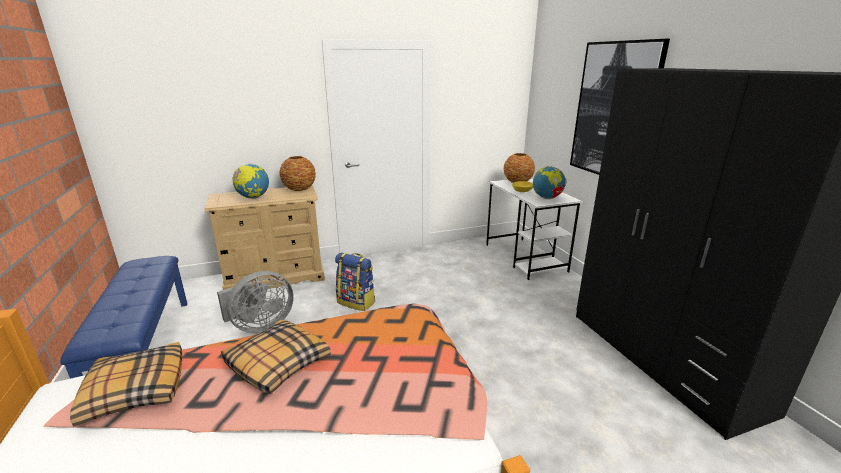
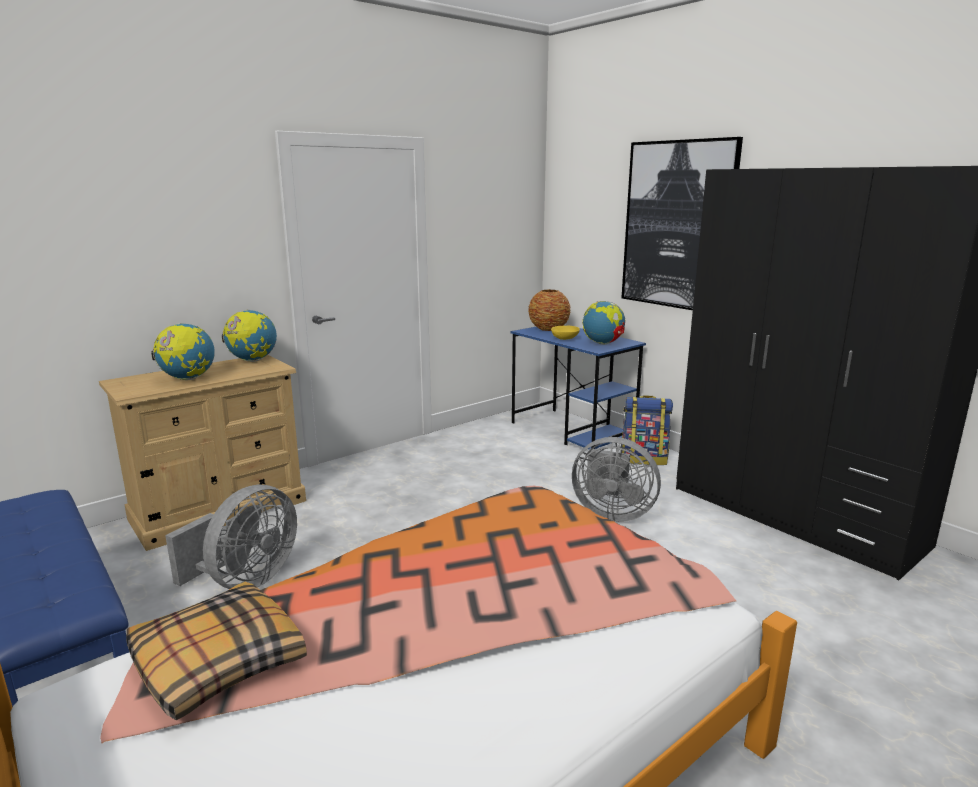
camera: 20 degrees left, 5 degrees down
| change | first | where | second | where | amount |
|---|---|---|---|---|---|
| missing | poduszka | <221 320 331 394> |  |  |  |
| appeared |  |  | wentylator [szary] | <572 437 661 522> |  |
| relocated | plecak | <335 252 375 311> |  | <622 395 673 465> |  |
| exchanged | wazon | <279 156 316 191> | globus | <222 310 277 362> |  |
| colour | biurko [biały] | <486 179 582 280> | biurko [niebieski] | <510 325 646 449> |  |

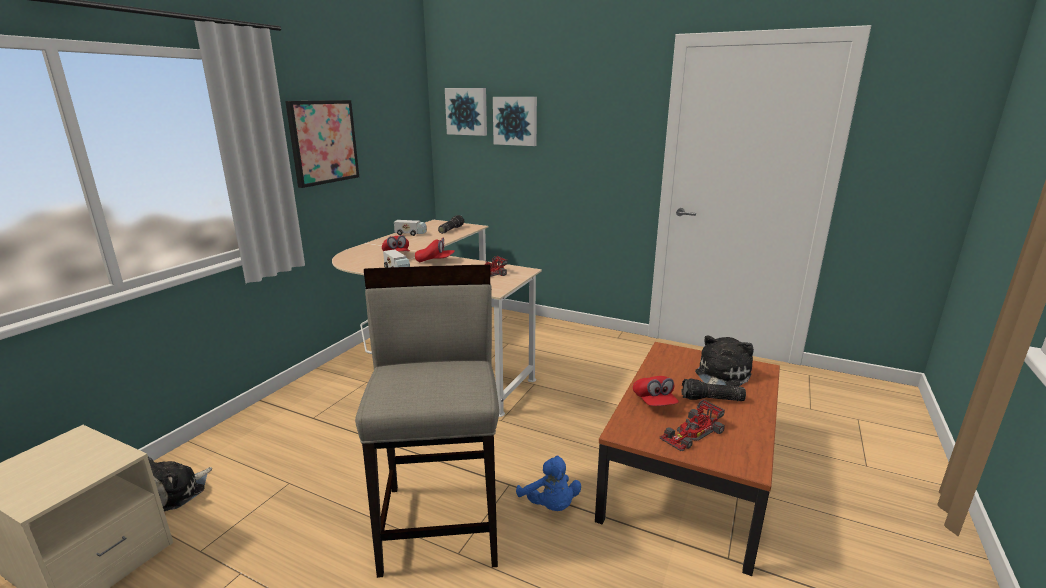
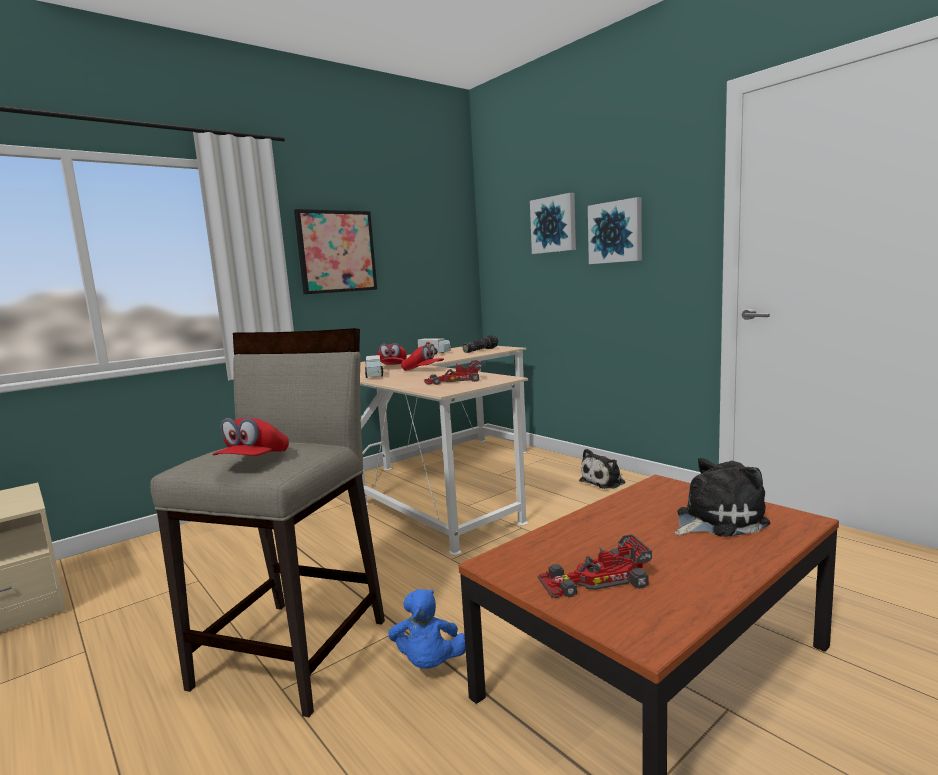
camera: 25 degrees right, 10 degrees down
| change | first | where | second | where | amount |
|---|---|---|---|---|---|
| missing | latarka | <681 378 746 401> |  |  |  |
| relocated | pluszak | <148 457 212 512> |  | <579 449 626 489> |  |
| relocated | obraz | <445 88 487 136> |  | <588 197 642 264> |  |
| relocated | czapka z daszkiem [czerwony] | <633 376 679 406> |  | <213 418 289 456> |  |

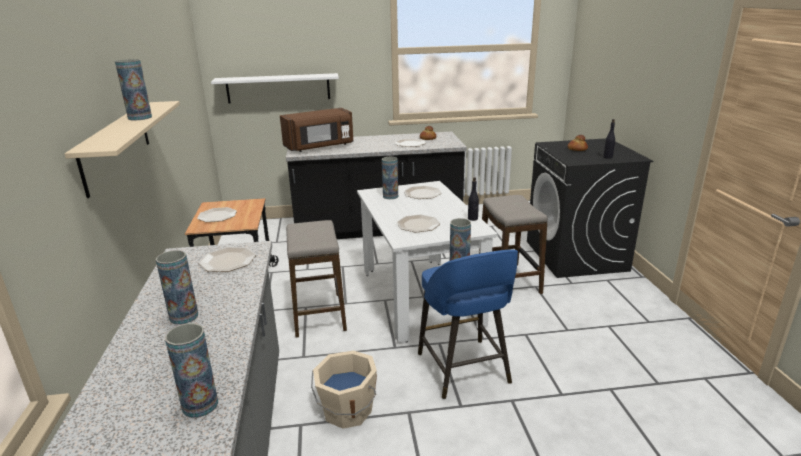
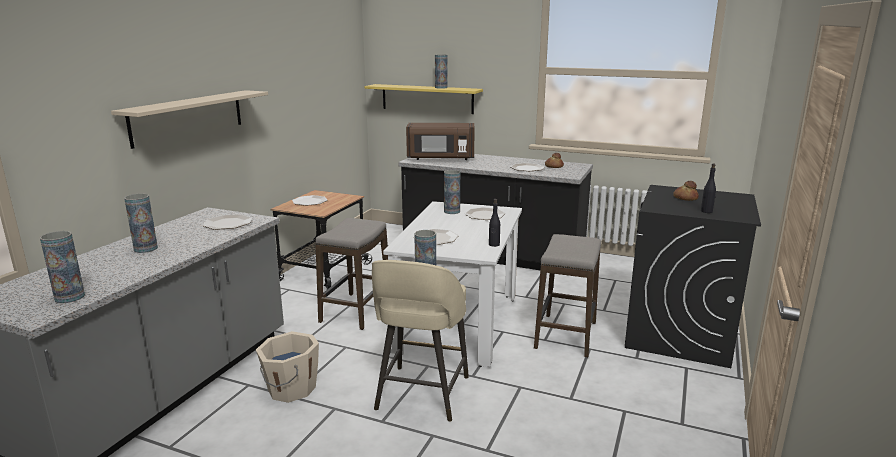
camera: 30 degrees right, 5 degrees down
| change | first | where | second | where | amount |
|---|---|---|---|---|---|
| relocated | wazon | <115 59 152 121> |  | <435 54 448 89> |  |
| colour | półka [biały] | <211 73 339 104> | półka [żółty] | <365 84 483 114> |  |
| colour | stołek [niebieski] | <418 250 518 399> | stołek [beżowy] | <372 260 469 422> |  |

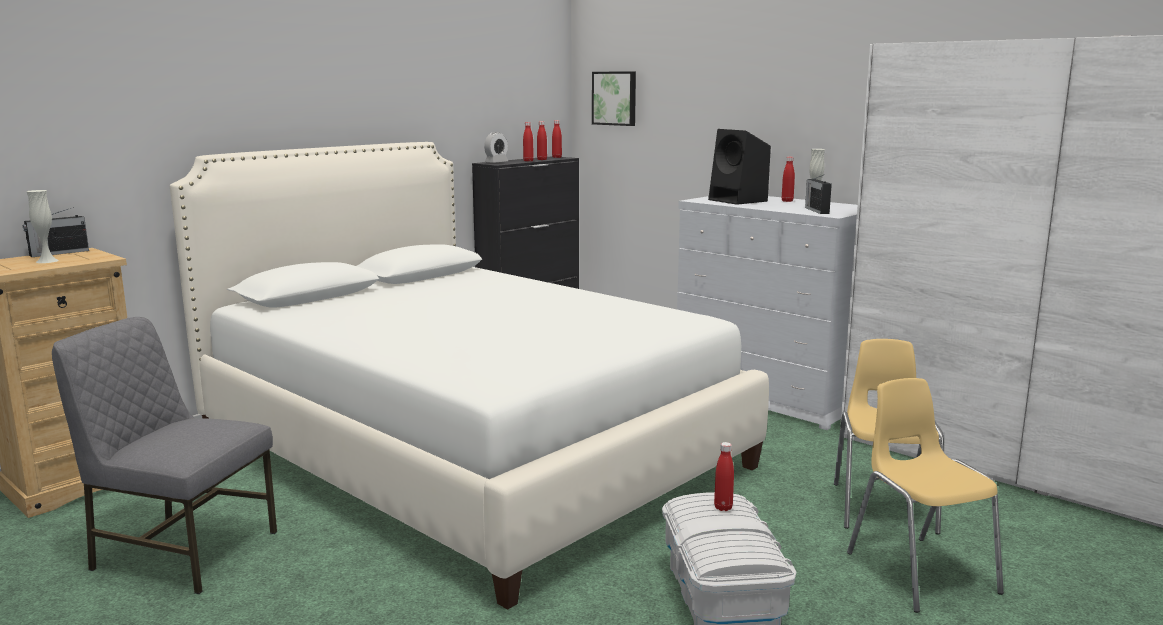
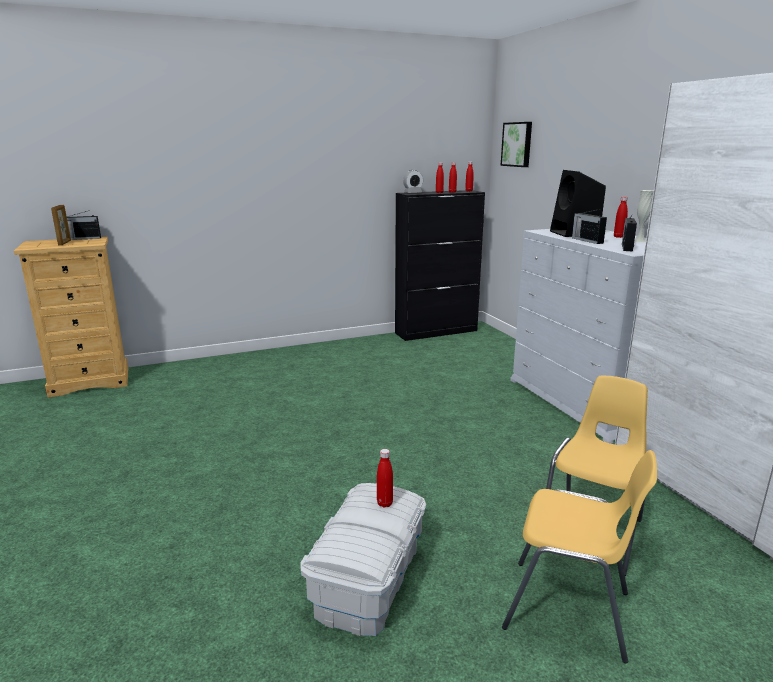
camera: 25 degrees right, 5 degrees up
| change | first | where | second | where | amount |
|---|---|---|---|---|---|
| missing | krzesło [szary] | <52 317 277 594> |  |  |  |
| missing | łóżko [biały] | <170 142 769 610> |  |  |  |
| appeared |  |  | radio | <572 209 607 244> |  |
| exchanged | wazon [biały] | <26 190 59 263> | ramka na zdjęcie | <51 205 71 246> |  |
| spun | krzesło [żółty] | <847 378 1004 613> |  | <502 450 657 663> | 105 degrees clockwise |

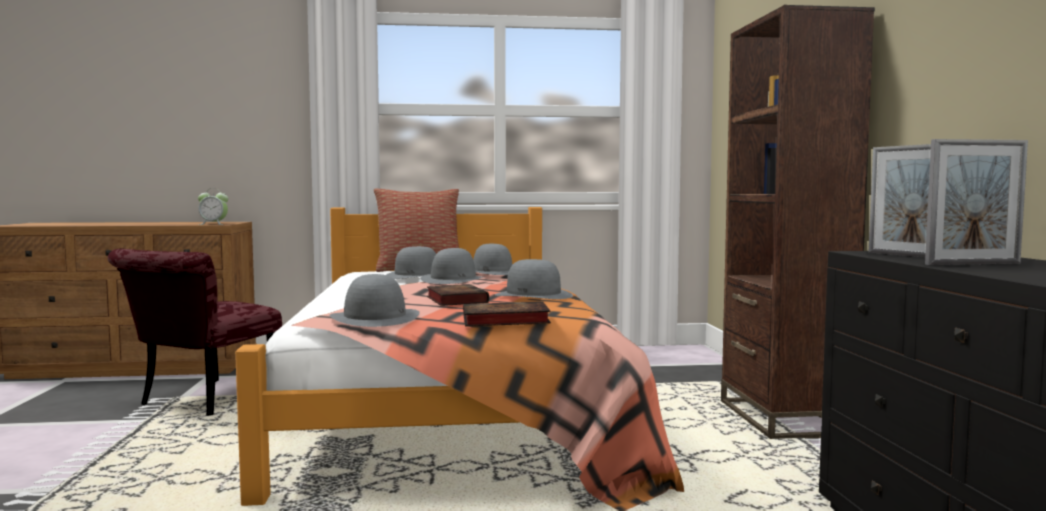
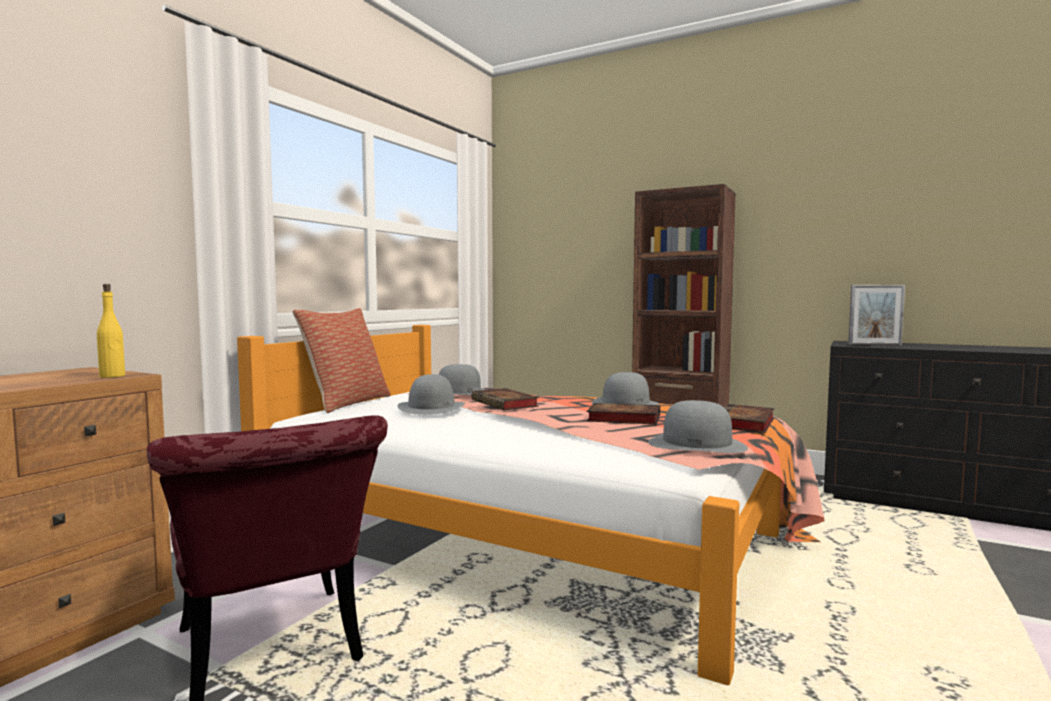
camera: 55 degrees left, 0 degrees up
| change | first | where | second | where | amount |
|---|---|---|---|---|---|
| missing | ramka na zdjęcie | <925 139 1028 265> |  |  |  |
| exchanged | budzik | <198 188 228 225> | butelka [żółty] | <97 284 125 378> |  |
| exchanged | kapelusz [szary] | <421 248 485 284> | książka | <472 388 539 410> |  |

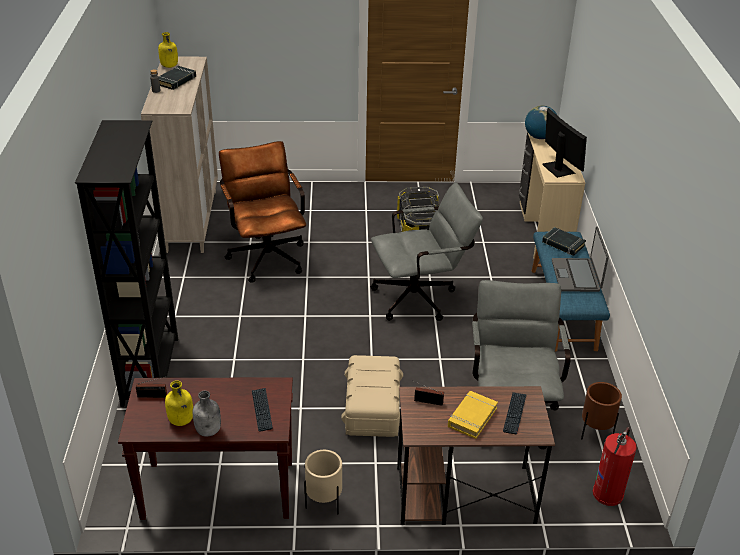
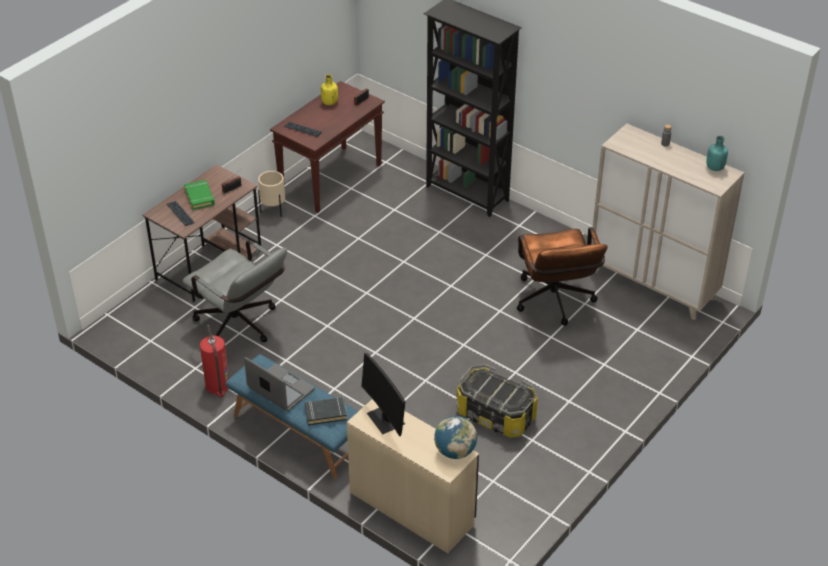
camera: 130 degrees right, 5 degrees up
| change | first | where | second | where | amount |
|---|---|---|---|---|---|
| missing | książka [czarny] | <159 66 196 90> |  |  |  |
| missing | butelka [szary] | <193 391 221 437> |  |  |  |
| missing | pojemnik do przechowywania [beżowy] | <341 355 403 437> |  |  |  |
| missing | krzesło biurowe [szary] | <371 182 483 321> |  |  |  |
| missing | donica [brązowy] | <581 382 622 439> |  |  |  |
| relocated | gaśnica | <593 427 637 506> |  | <200 325 229 397> |  |
| colour | butelka [żółty] | <158 32 178 68> | butelka [turkusowy] | <706 136 728 171> |  |
| colour | książka [żółty] | <448 391 498 439> | książka [zielony] | <184 180 215 210> |  |
| spun | krzesło biurowe [brązowy] | <219 141 306 283> |  | <517 227 607 326> | 60 degrees clockwise |
| spun | monitor | <543 108 587 178> |  | <361 353 406 436> | 45 degrees clockwise |

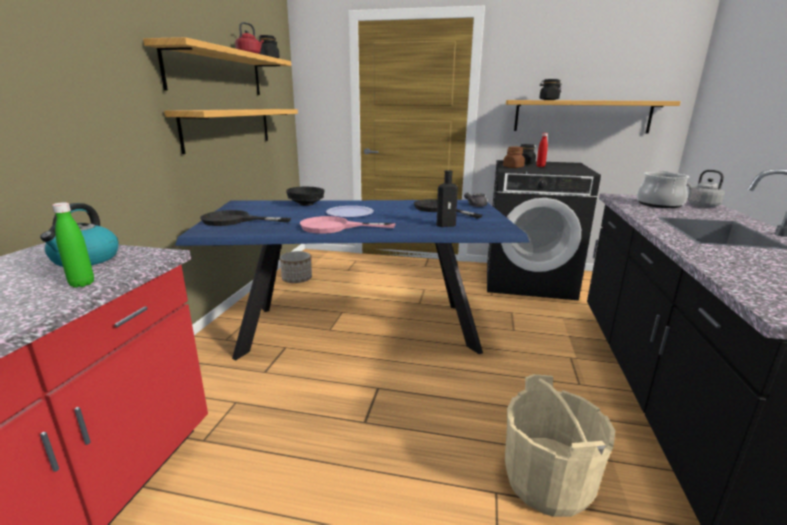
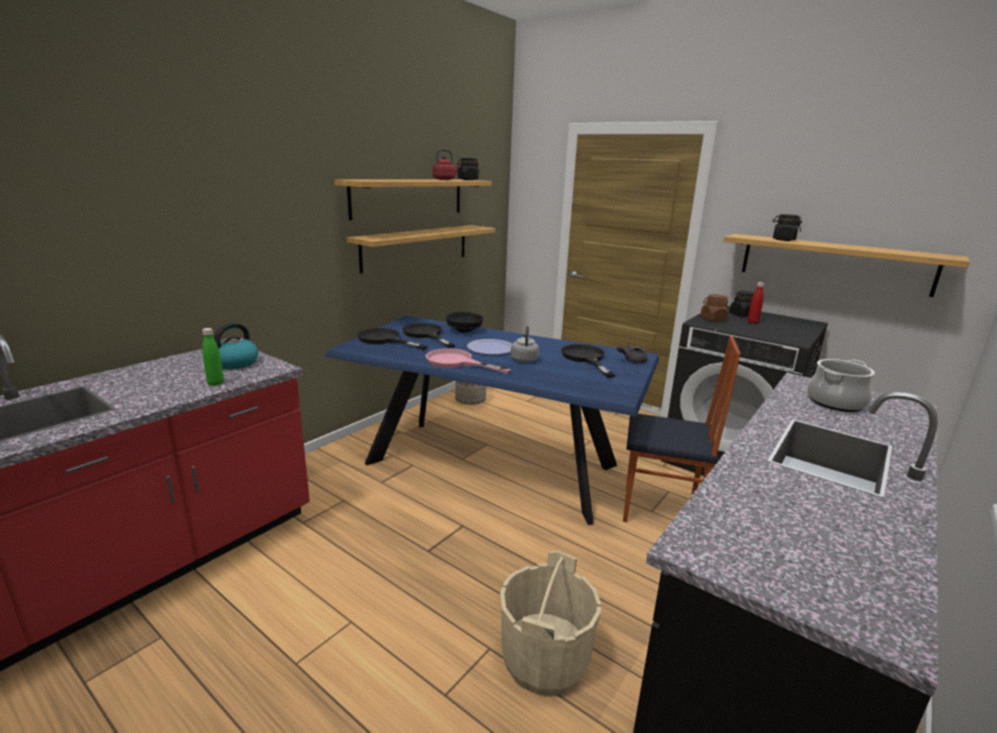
camera: 25 degrees right, 0 degrees up
| change | first | where | second | where | amount |
|---|---|---|---|---|---|
| missing | butelka [czarny] | <437 170 458 227> |  |  |  |
| appeared |  |  | patelnia [czarny] | <402 323 455 348> |  |
| appeared |  |  | krzesło | <623 336 741 522> |  |
| relocated | czajnik [szary] | <687 170 724 207> |  | <511 326 539 362> |  |

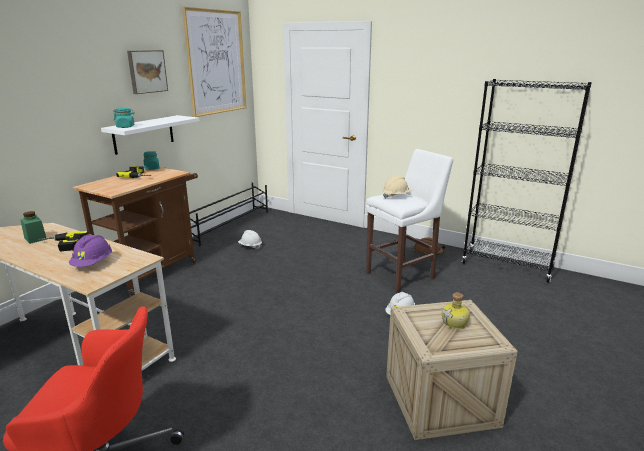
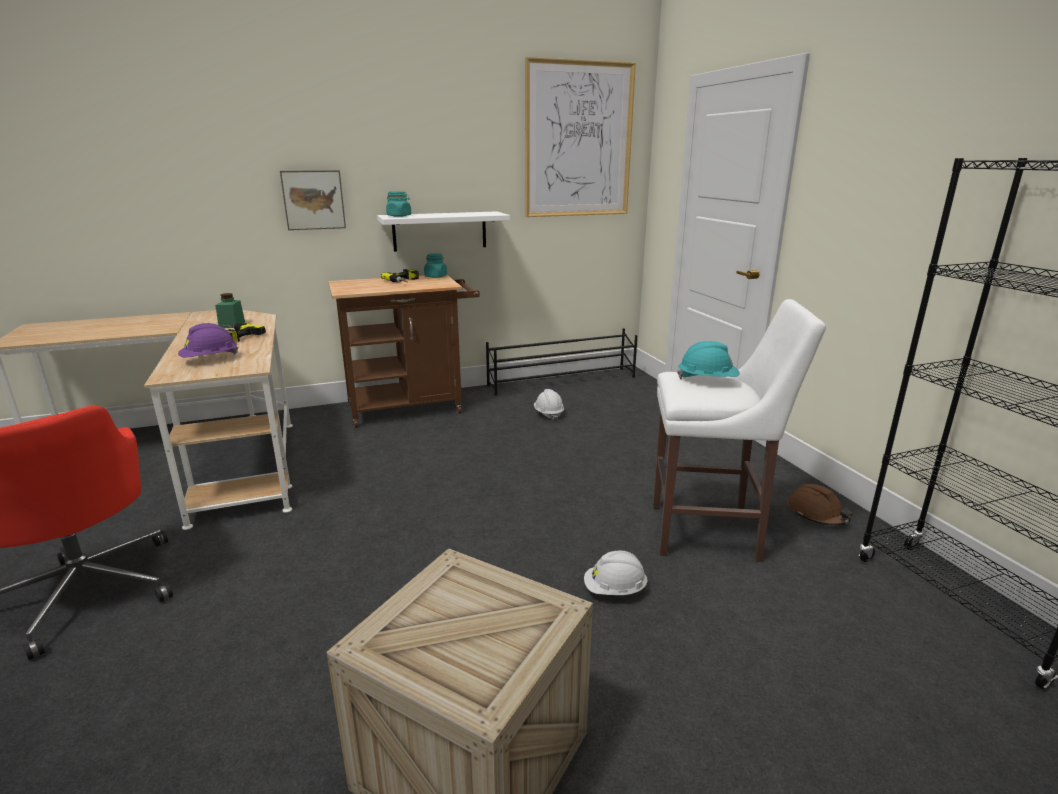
camera: 40 degrees right, 0 degrees up
| change | first | where | second | where | amount |
|---|---|---|---|---|---|
| missing | butelka | <442 293 470 329> |  |  |  |
| relocated | obraz | <127 50 168 94> |  | <280 170 346 230> |  |
| colour | kask [beżowy] | <382 176 412 199> | kask [turkusowy] | <677 341 740 379> |  |

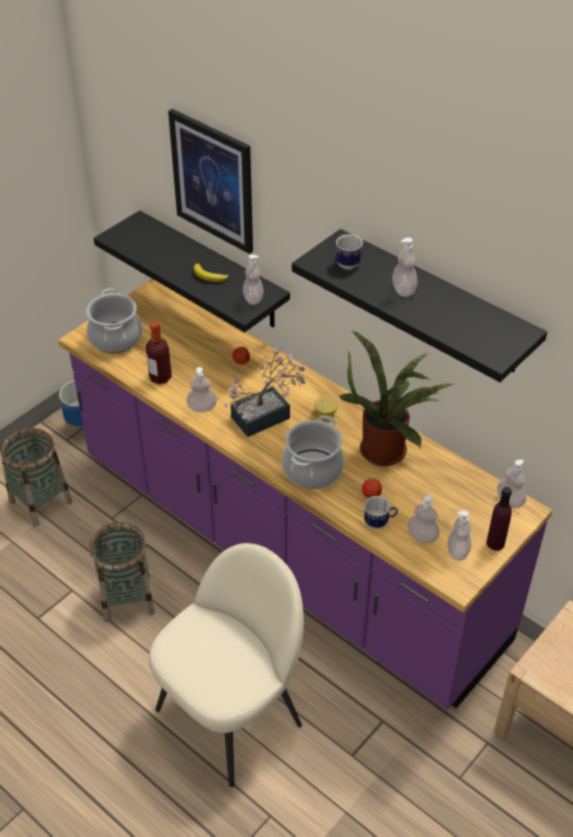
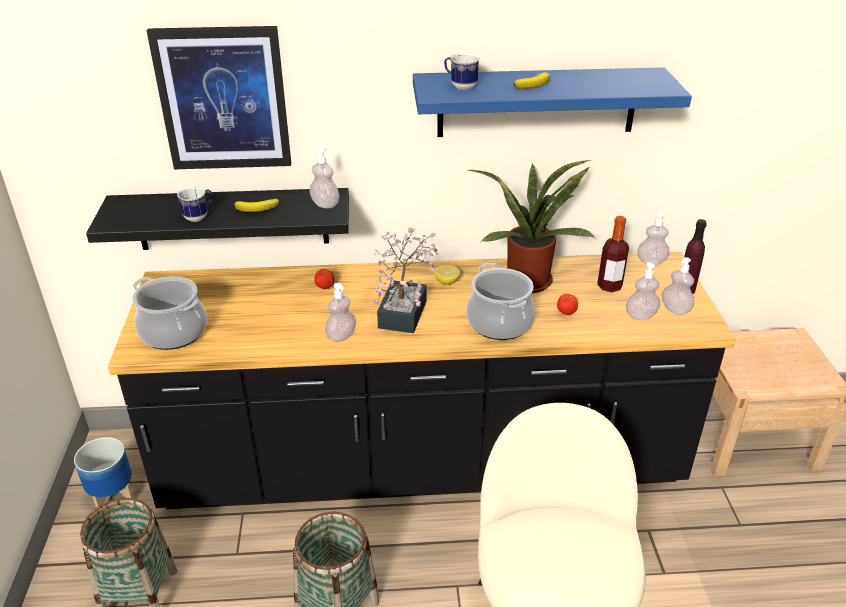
camera: 45 degrees left, 10 degrees down
| change | first | where | second | where | amount |
|---|---|---|---|---|---|
| relocated | butelka | <146 321 172 384> |  | <597 216 629 292> |  |
| relocated | kubek | <364 496 398 529> |  | <177 187 213 222> |  |
| exchanged | dozownik mydła | <392 237 418 297> | banan | <514 72 550 89> |  |
| colour | zabudowa kuchenna [fioletowy] | <58 279 552 709> | zabudowa kuchenna [czarny] | <108 252 736 509> |  |
| colour | półka [czarny] | <292 229 547 382> | półka [niebieski] | <413 67 692 137> |  |

